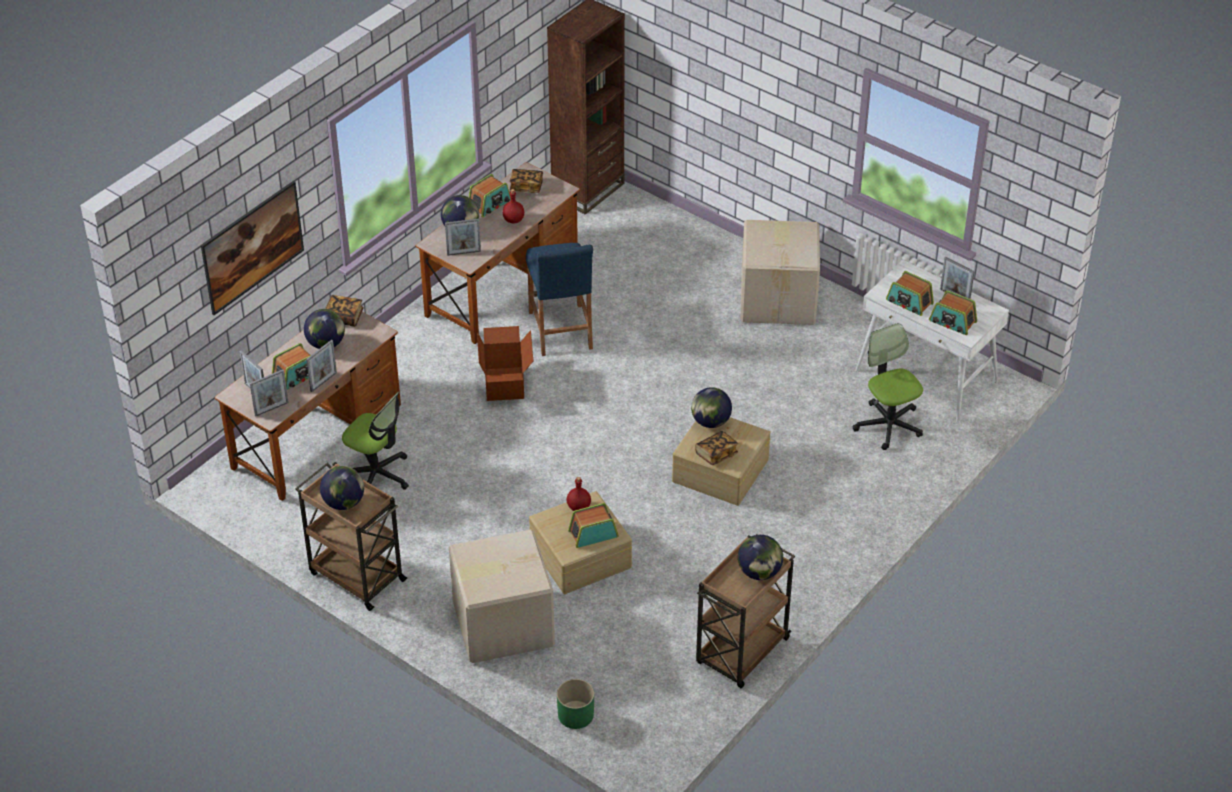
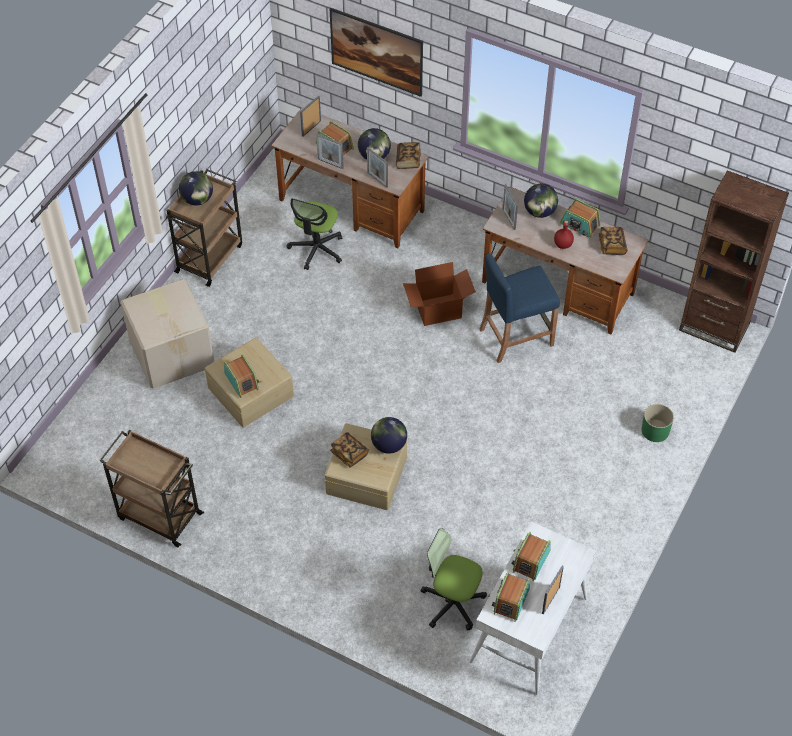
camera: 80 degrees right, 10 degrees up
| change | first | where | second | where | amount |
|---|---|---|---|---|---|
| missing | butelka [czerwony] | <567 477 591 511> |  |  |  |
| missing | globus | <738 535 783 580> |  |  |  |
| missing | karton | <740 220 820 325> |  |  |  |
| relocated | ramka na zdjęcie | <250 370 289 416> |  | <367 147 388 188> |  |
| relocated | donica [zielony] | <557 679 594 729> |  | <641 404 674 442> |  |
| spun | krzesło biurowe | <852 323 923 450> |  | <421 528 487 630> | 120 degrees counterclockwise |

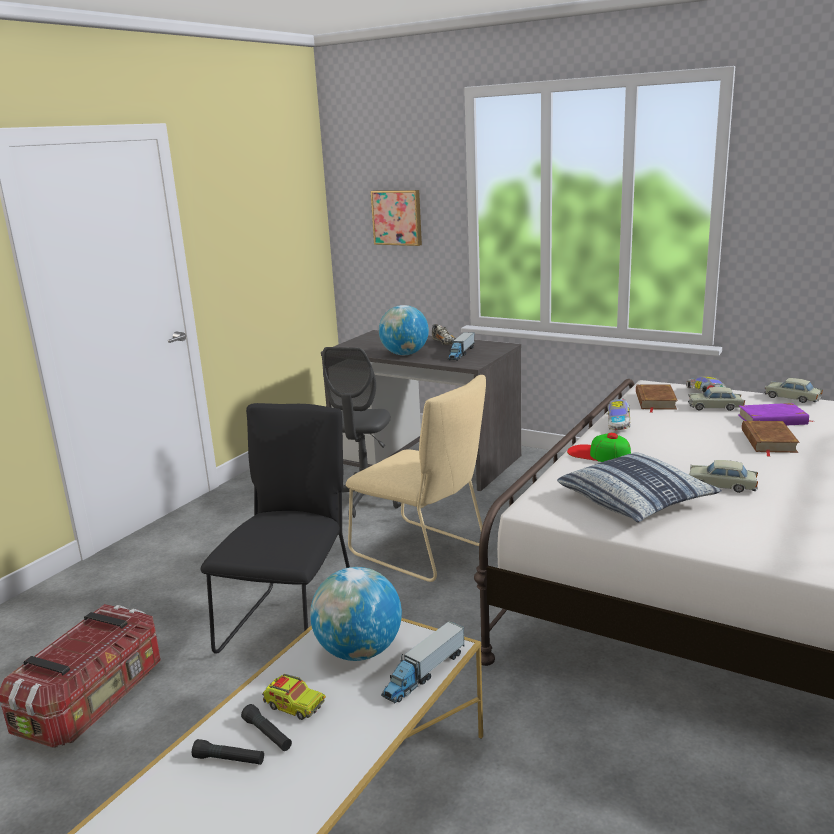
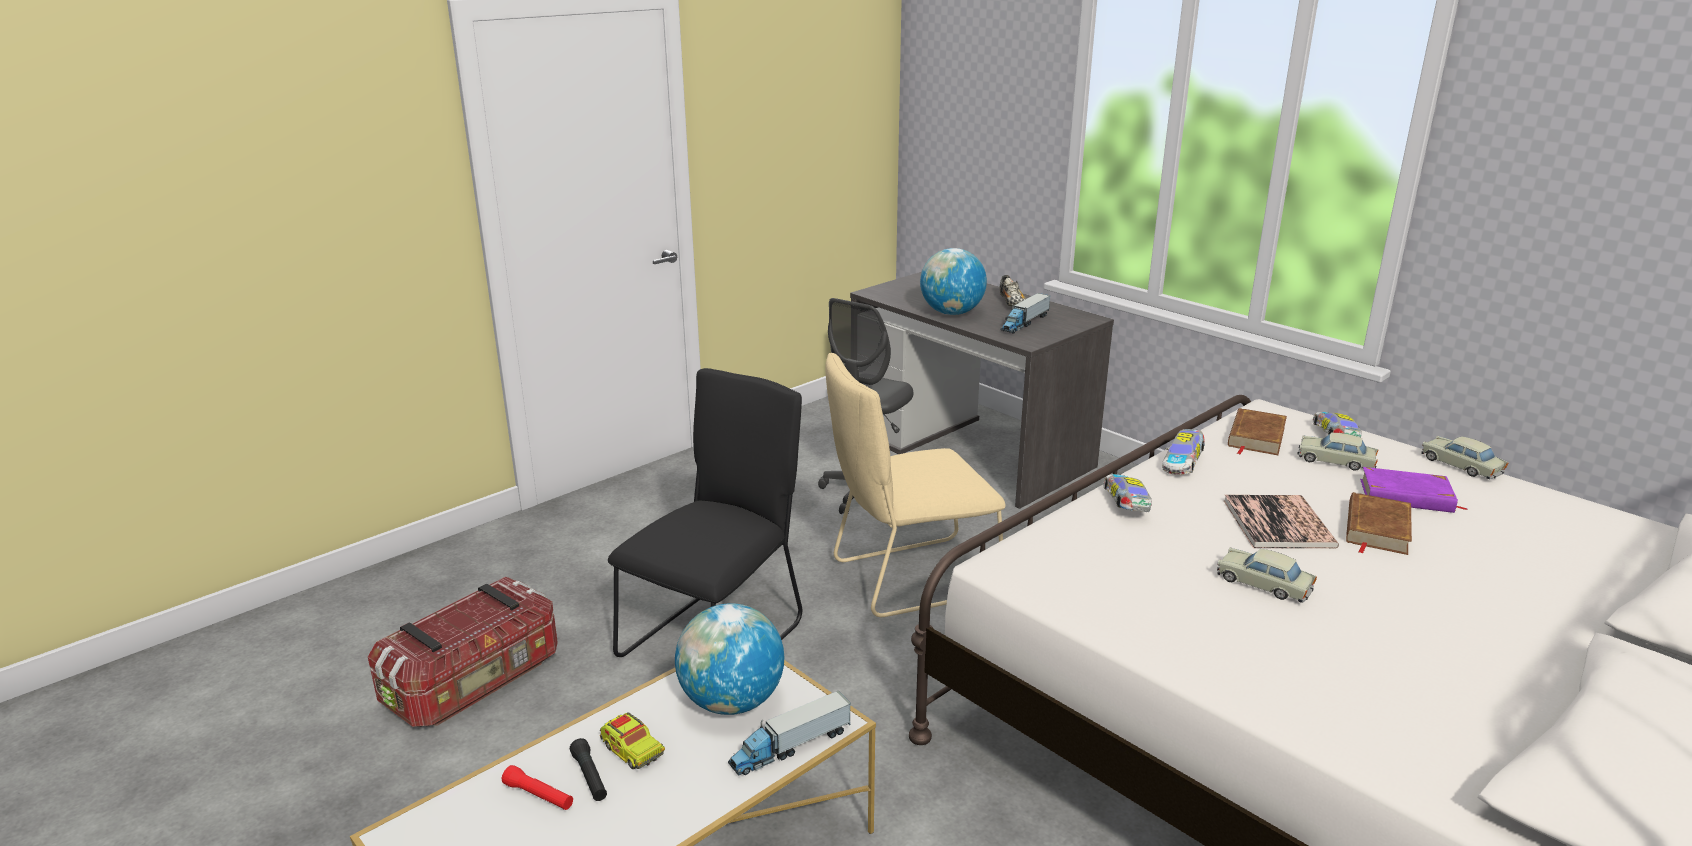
camera: 15 degrees right, 5 degrees up
| change | first | where | second | where | amount |
|---|---|---|---|---|---|
| missing | obraz | <370 190 422 246> |  |  |  |
| missing | poduszka | <557 452 722 523> |  |  |  |
| appeared |  |  | książka | <1224 495 1339 549> |  |
| exchanged | czapka z daszkiem | <567 433 631 462> | samochodzik | <1104 474 1151 512> |  |
| colour | latarka [czarny] | <192 739 264 765> | latarka [czerwony] | <502 765 573 810> |  |
| spun | krzesło [beżowy] | <346 375 486 582> |  | <825 353 1005 617> | 105 degrees clockwise |

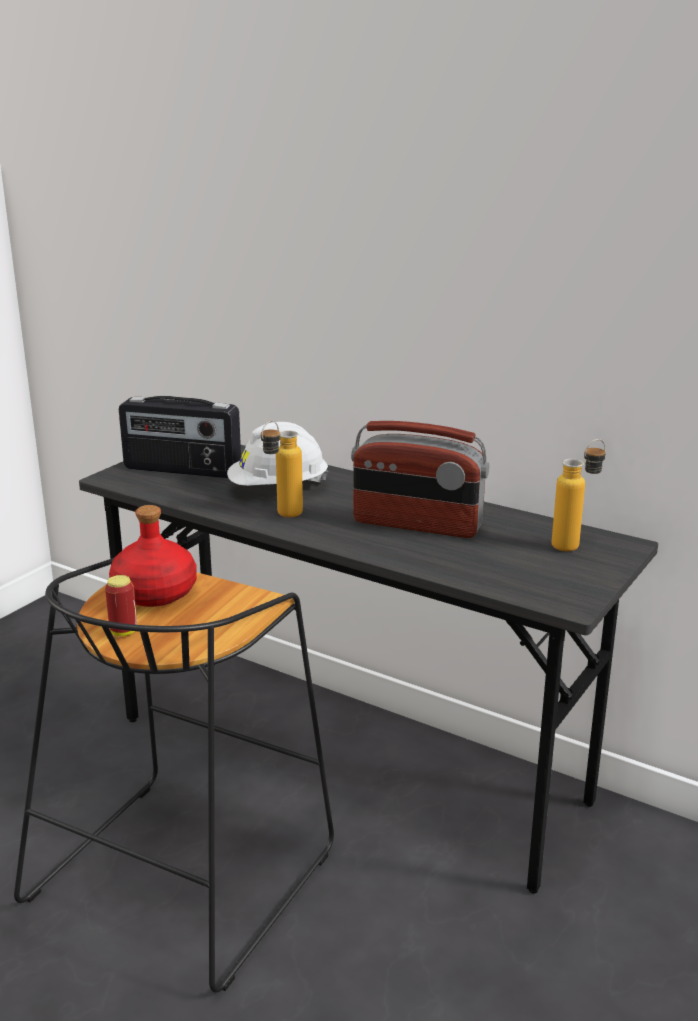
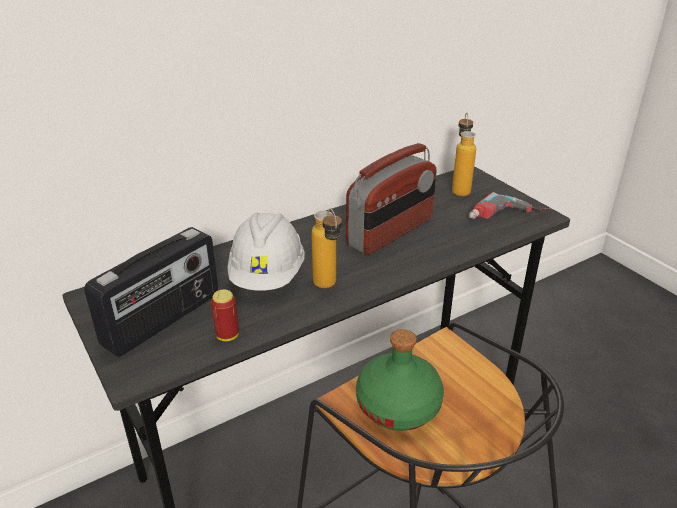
camera: 65 degrees left, 10 degrees up
| change | first | where | second | where | amount |
|---|---|---|---|---|---|
| appeared |  |  | wiertarka | <469 192 553 219> |  |
| relocated | puszka | <105 575 137 636> |  | <211 290 239 341> |  |
| colour | butelka [czerwony] | <109 505 197 607> | butelka [zielony] | <356 329 444 431> |  |

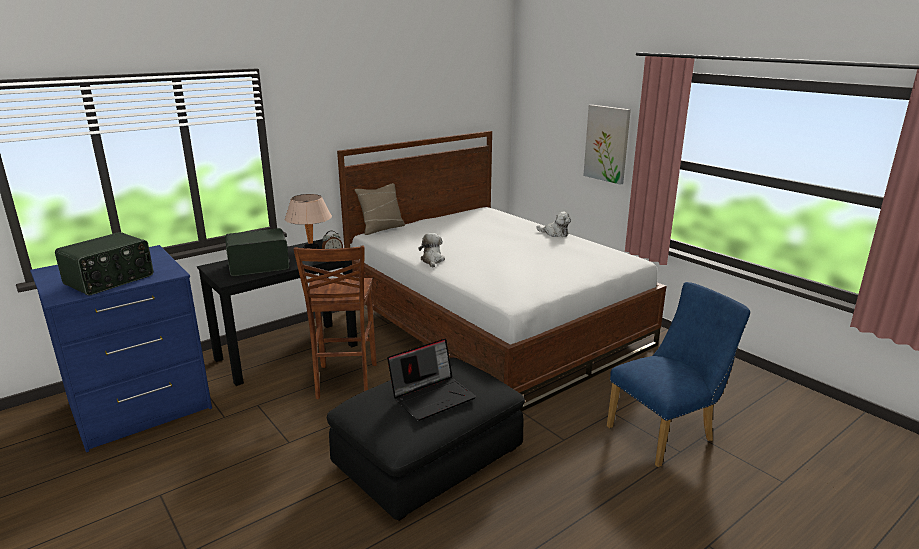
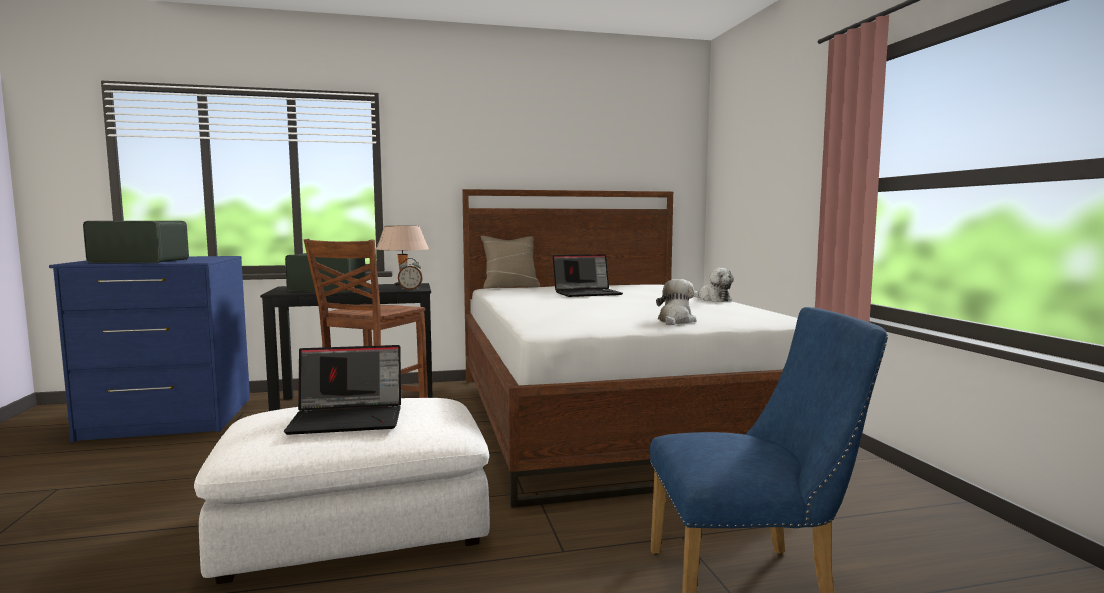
camera: 25 degrees right, 15 degrees down
| change | first | where | second | where | amount |
|---|---|---|---|---|---|
| missing | obraz | <583 105 631 185> |  |  |  |
| appeared |  |  | laptop | <553 254 623 297> |  |
| relocated | pluszak | <419 233 445 268> |  | <656 279 696 325> |  |
| colour | pufa [czarny] | <327 357 525 521> | pufa [biały] | <194 398 490 584> |  |
| spun | radio | <55 232 154 296> |  | <83 221 189 263> | 150 degrees counterclockwise |

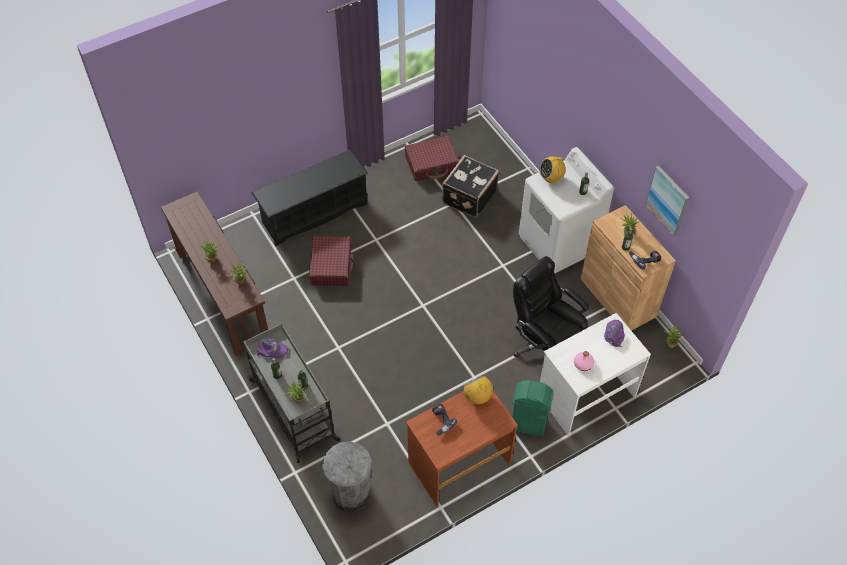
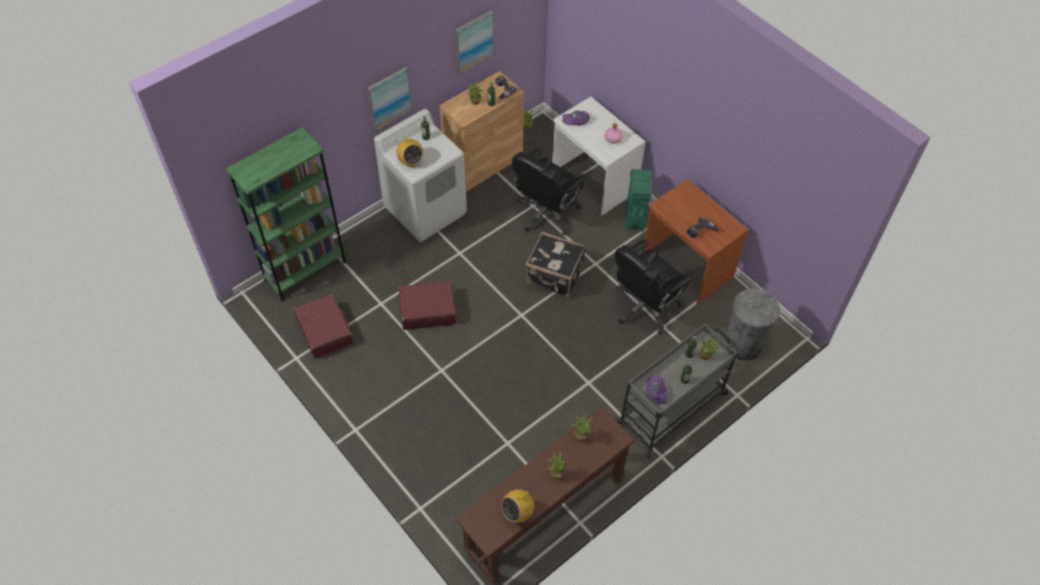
camera: 100 degrees left, 0 degrees up
| change | first | where | second | where | amount |
|---|---|---|---|---|---|
| missing | regał na buty [czarny] | <251 149 368 246> |  |  |  |
| appeared |  |  | regał [zielony] | <226 127 347 301> |  |
| appeared |  |  | obraz | <367 67 412 131> |  |
| appeared |  |  | krzesło biurowe [czarny] | <614 240 692 334> |  |
| relocated | walizka [czerwony] | <309 236 353 286> |  | <399 281 456 330> |  |
| relocated | walizka [czarny] | <442 155 499 218> |  | <525 232 586 297> |  |
| relocated | radio | <464 375 493 404> |  | <501 485 534 523> |  |

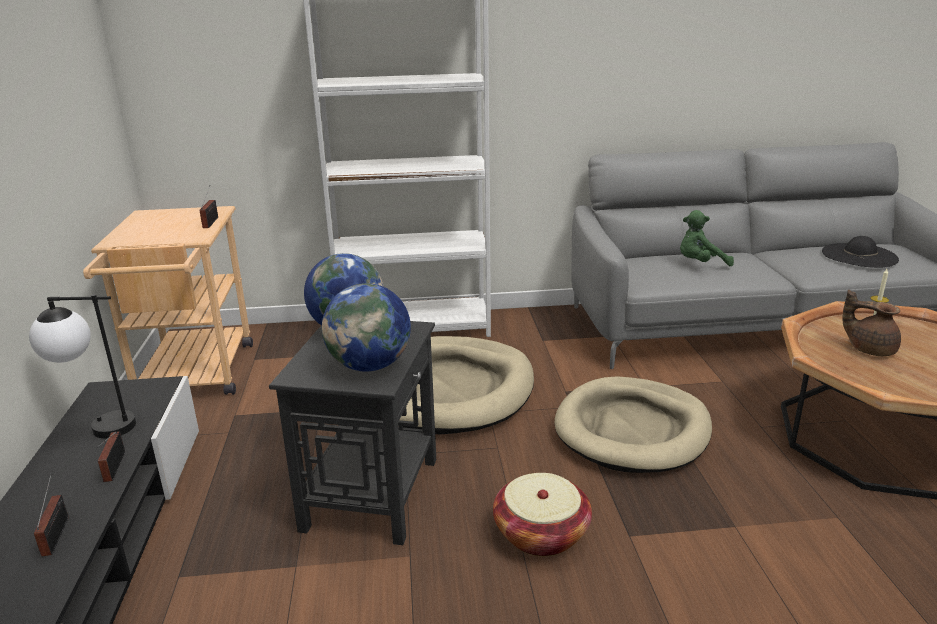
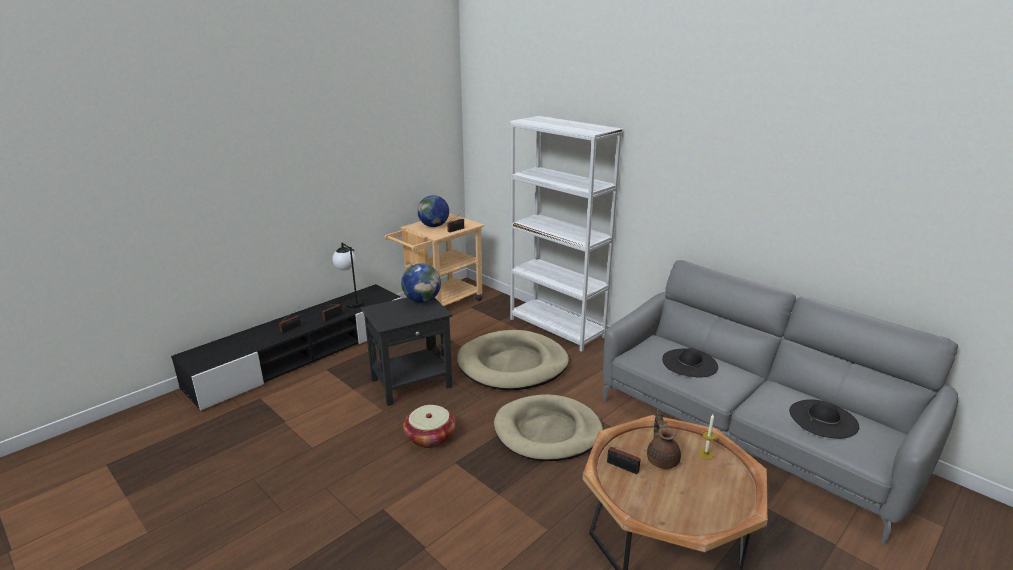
camera: 50 degrees right, 0 degrees up
| change | first | where | second | where | amount |
|---|---|---|---|---|---|
| appeared |  |  | radio | <607 447 645 474> |  |
| relocated | globus | <322 283 411 372> |  | <417 195 449 227> |  |
| exchanged | pluszak [zielony] | <680 210 734 266> | kapelusz [czarny] | <662 348 718 377> |  |

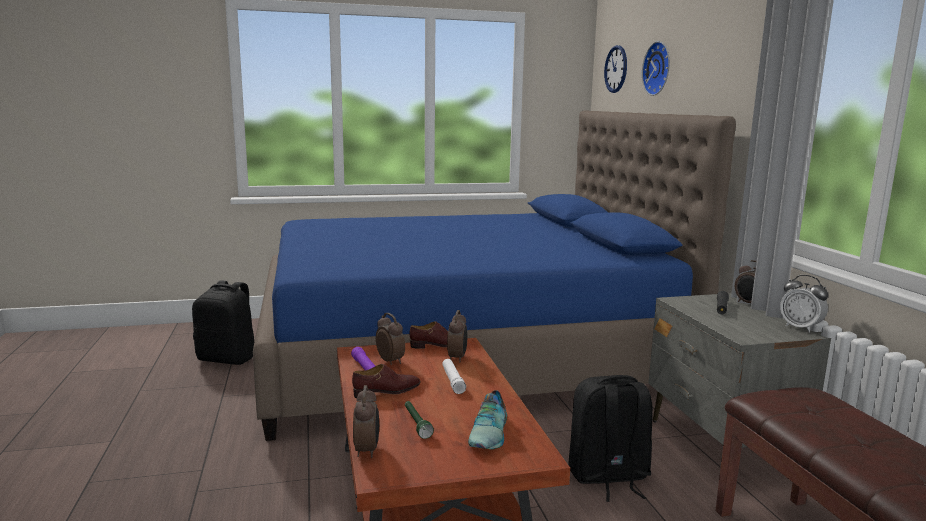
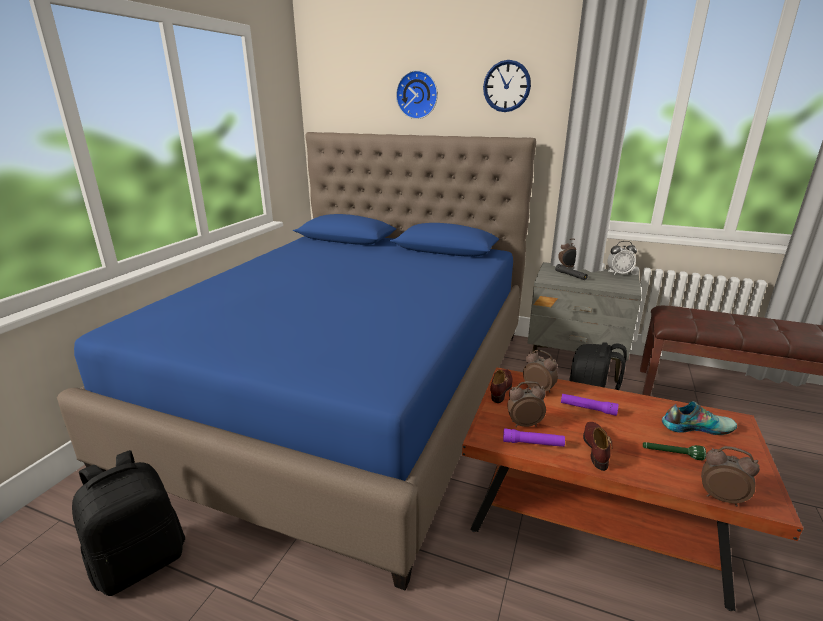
camera: 55 degrees left, 10 degrees up
| change | first | where | second | where | amount |
|---|---|---|---|---|---|
| relocated | zegar ścienny | <604 45 627 93> |  | <483 60 531 112> |  |
| colour | latarka [biały] | <442 359 466 394> | latarka [fioletowy] | <561 394 618 416> |  |
| spun | but | <468 390 507 449> |  | <662 401 737 435> | 45 degrees counterclockwise |

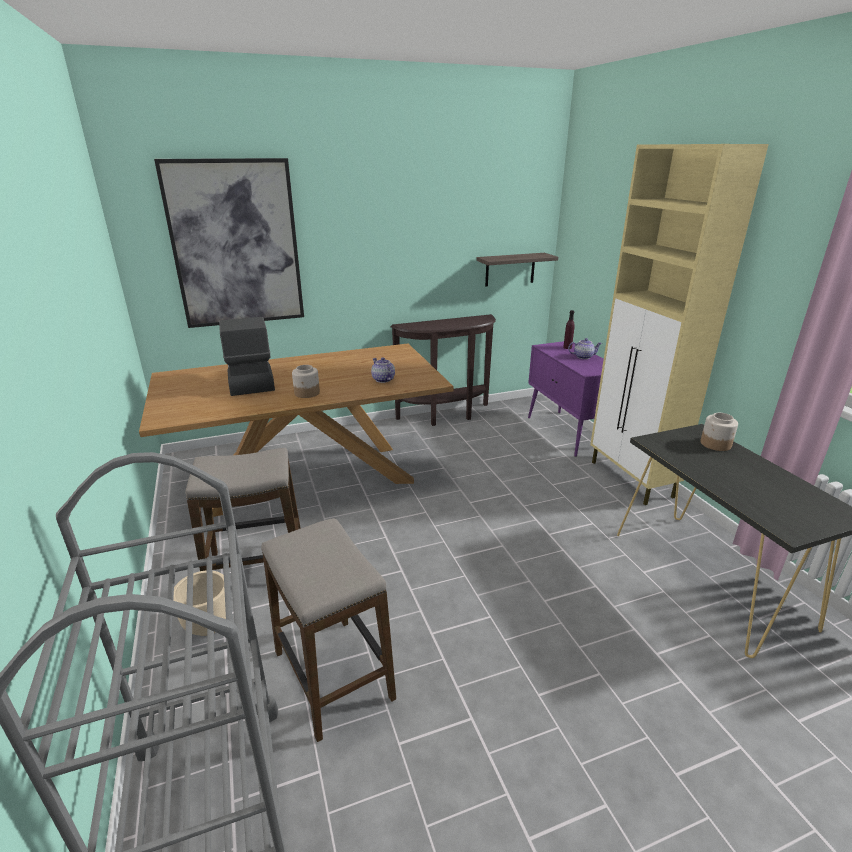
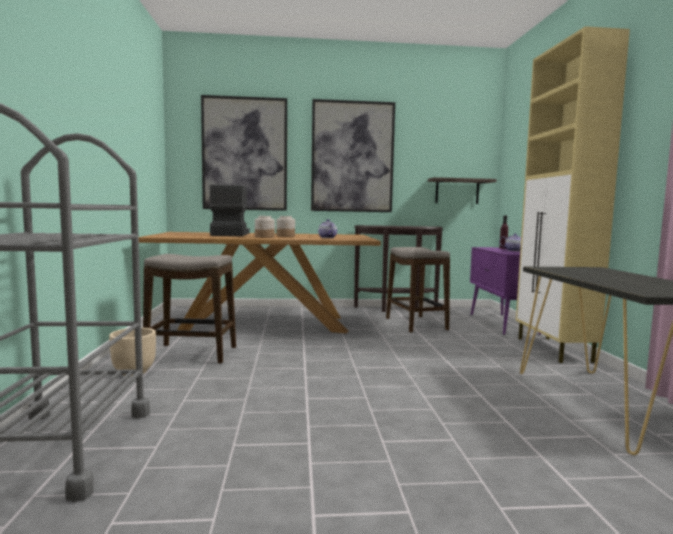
camera: 15 degrees right, 20 degrees down
| change | first | where | second | where | amount |
|---|---|---|---|---|---|
| appeared |  |  | obraz | <311 99 395 212> |  |
| relocated | stołek | <261 518 396 742> |  | <386 247 450 333> |  |
| relocated | słoik | <700 413 738 451> |  | <276 216 295 237> |  |

